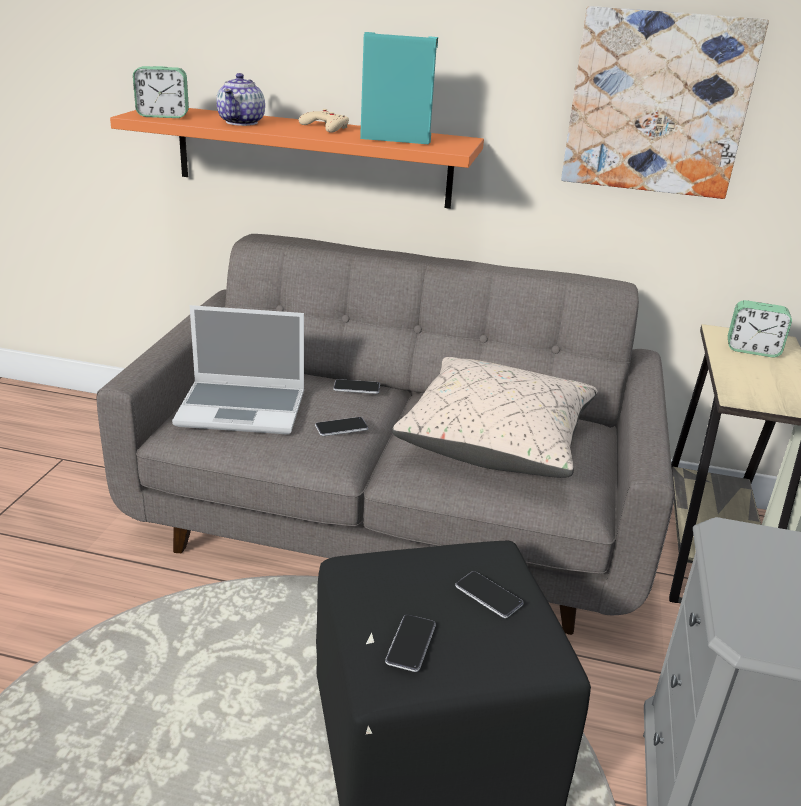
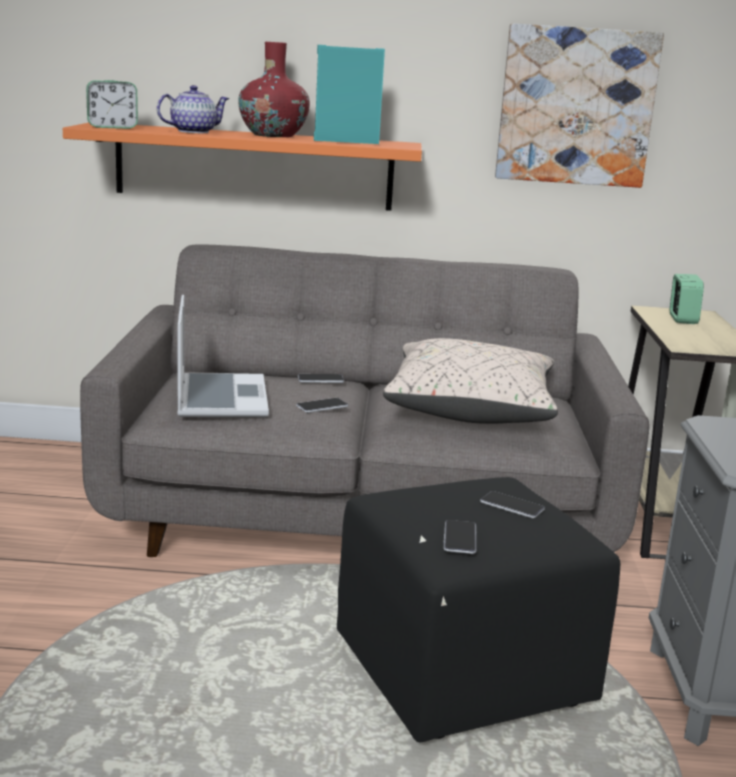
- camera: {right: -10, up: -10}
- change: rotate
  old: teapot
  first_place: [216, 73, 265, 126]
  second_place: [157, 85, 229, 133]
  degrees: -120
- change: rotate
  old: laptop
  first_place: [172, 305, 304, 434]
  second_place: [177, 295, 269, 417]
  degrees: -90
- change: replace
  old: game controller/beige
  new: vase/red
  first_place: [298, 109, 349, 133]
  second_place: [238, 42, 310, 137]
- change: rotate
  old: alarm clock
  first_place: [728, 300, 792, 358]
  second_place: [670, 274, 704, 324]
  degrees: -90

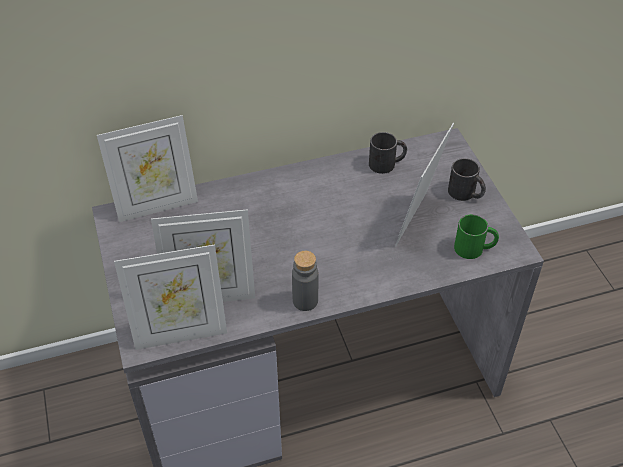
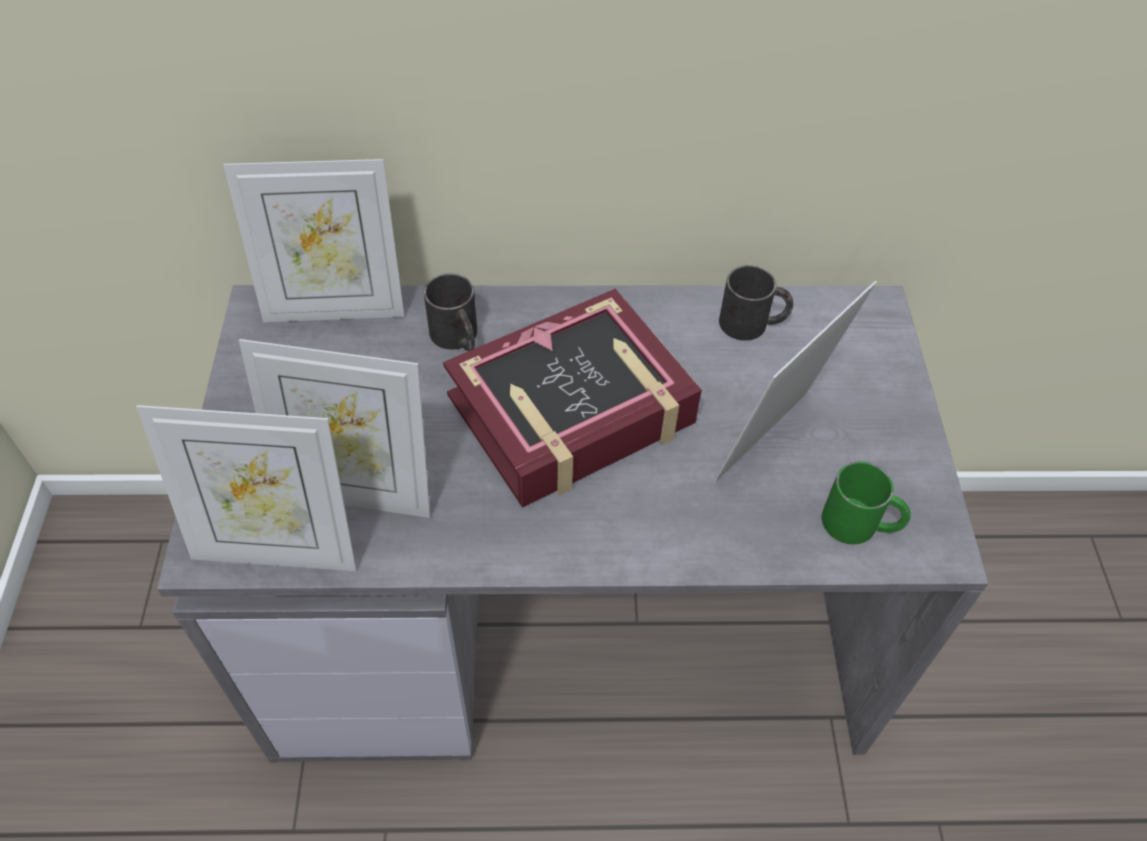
- camera: {right: 15, up: 5}
- change: move
  old: mug/black
  first_place: [448, 158, 486, 201]
  second_place: [424, 273, 477, 351]
- change: insert
  new: book
  second_place: [443, 289, 702, 508]
- change: delete
  old: bottle/grey
  first_place: [292, 251, 319, 311]

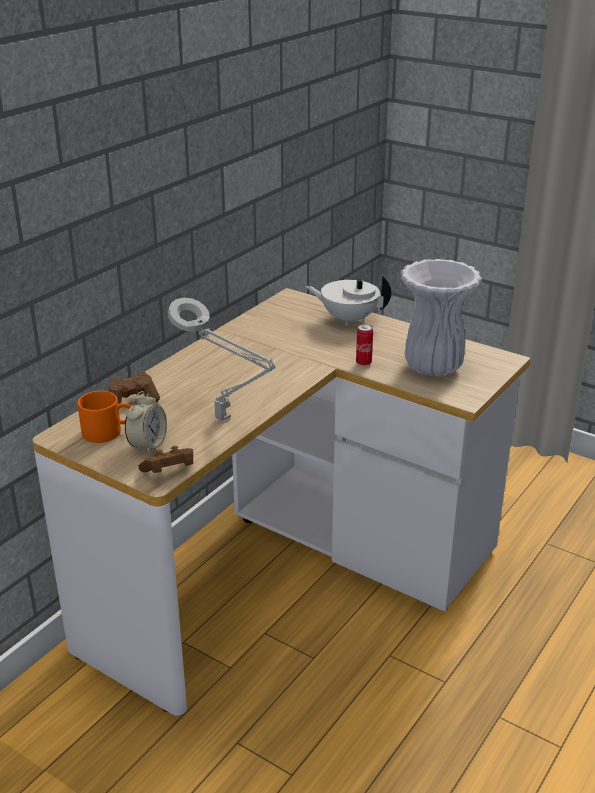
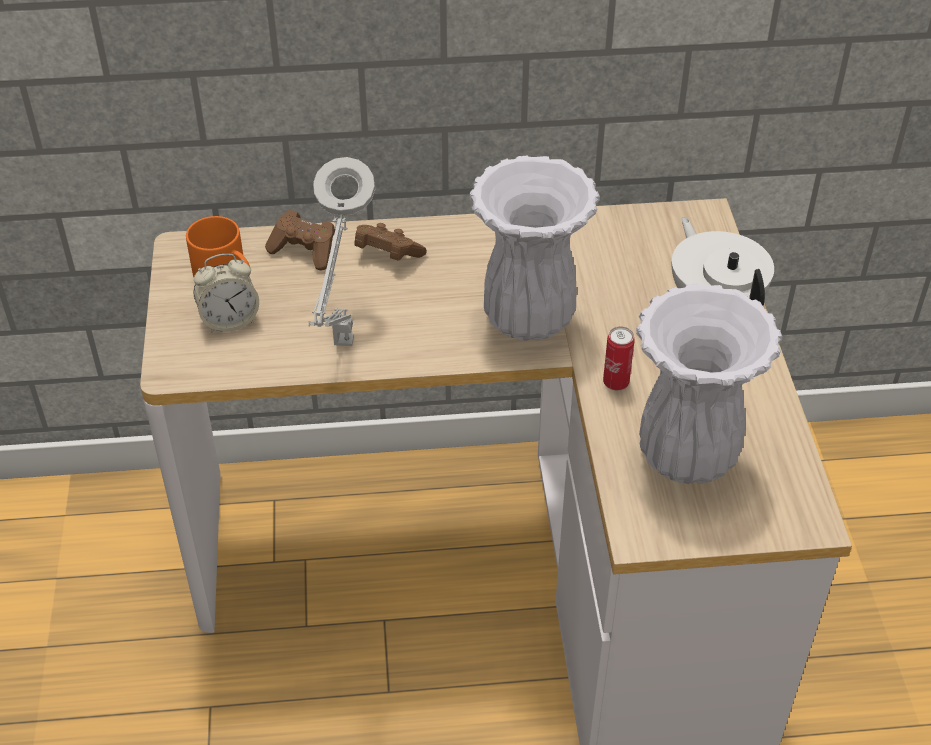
- camera: {right: 50, up: 15}
- change: move
  old: game controller/brown
  first_place: [138, 446, 193, 473]
  second_place: [355, 223, 427, 261]
- change: insert
  new: vase/white
  second_place: [469, 155, 600, 341]

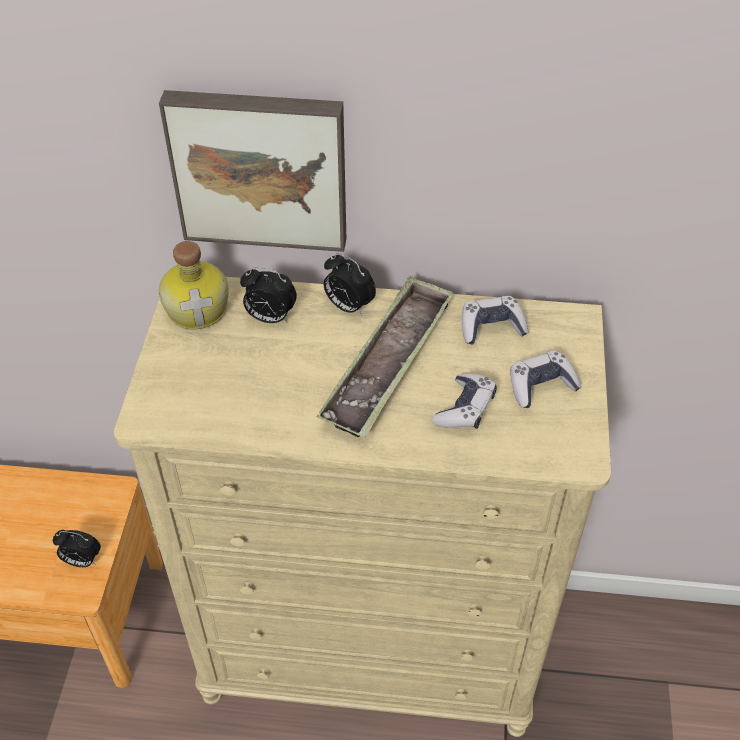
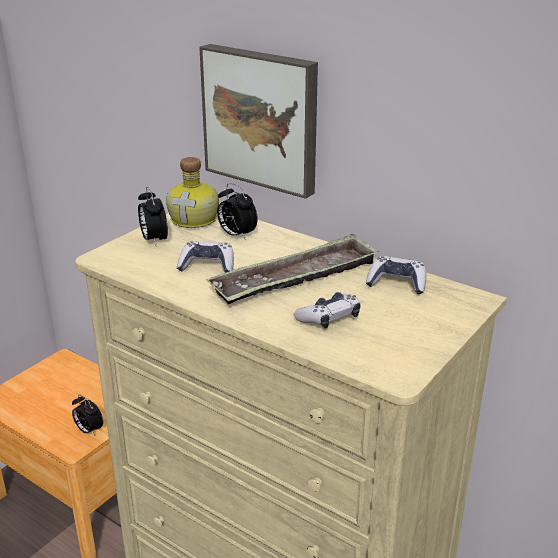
- camera: {right: 30, up: -20}
- change: move
  old: alarm clock
  first_place: [324, 253, 376, 316]
  second_place: [138, 187, 168, 246]
- change: move
  old: game controller
  first_place: [510, 351, 581, 408]
  second_place: [177, 241, 234, 273]

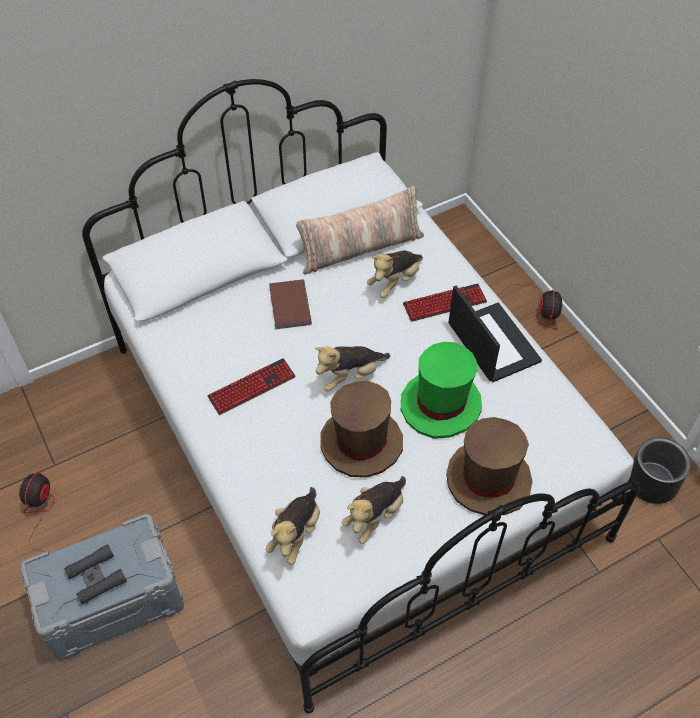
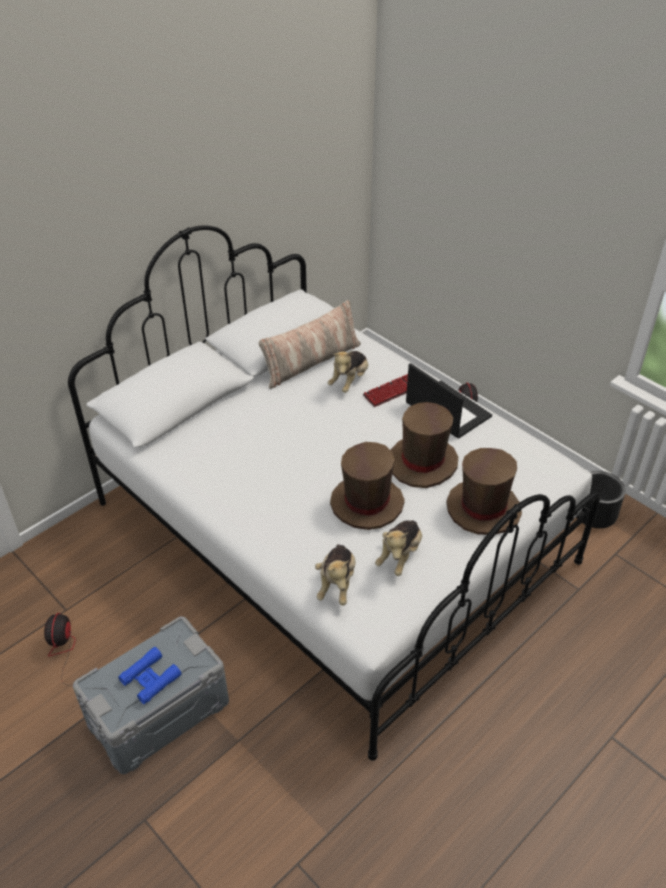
- camera: {right: -15, up: -10}
- change: recolor
  old: binoculars/black
  new: binoculars/blue
  first_place: [64, 544, 127, 605]
  second_place: [118, 647, 181, 704]
- change: recolor
  old: hat/green
  new: hat/brown
  first_place: [401, 342, 482, 439]
  second_place: [391, 402, 458, 488]
- change: delete
  old: keyboard
  first_place: [207, 358, 296, 415]
- change: delete
  old: book/brown
  first_place: [269, 279, 312, 329]
- change: delete
  old: plush toy
  first_place: [315, 346, 390, 391]

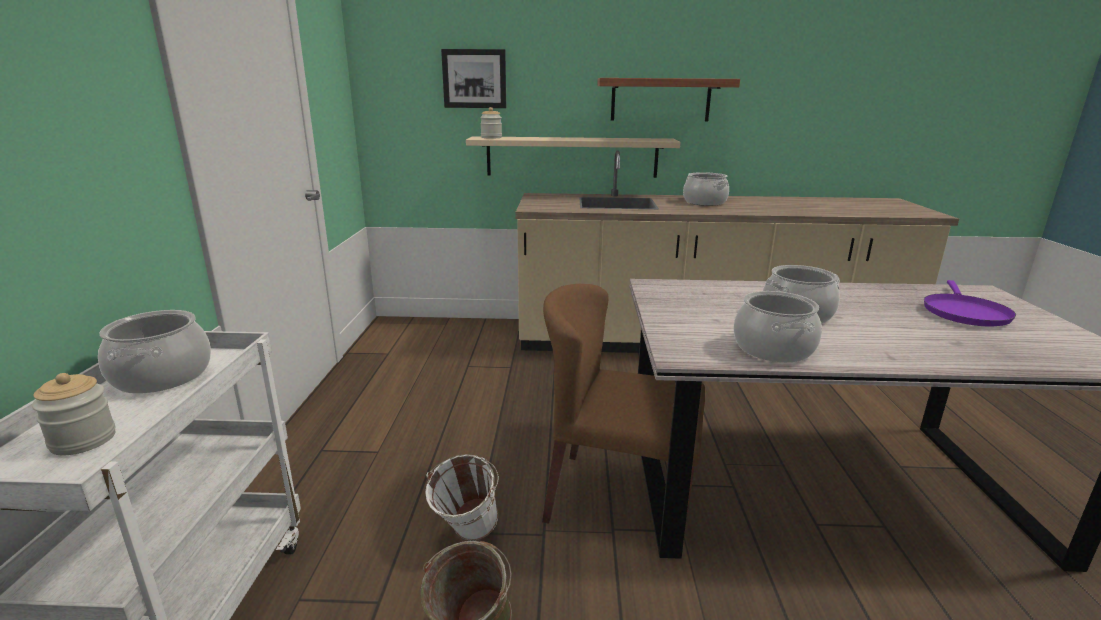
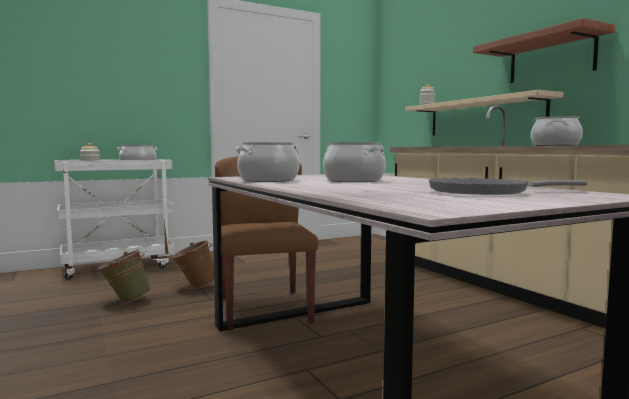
- camera: {right: 60, up: -15}
- change: recolor
  old: bucket/white
  new: bucket/brown
  first_place: [425, 454, 499, 541]
  second_place: [172, 240, 214, 289]
- change: recolor
  old: frying pan/purple
  new: frying pan/grey
  first_place: [924, 280, 1016, 326]
  second_place: [429, 178, 587, 195]
- change: delete
  old: picture
  first_place: [441, 49, 506, 108]

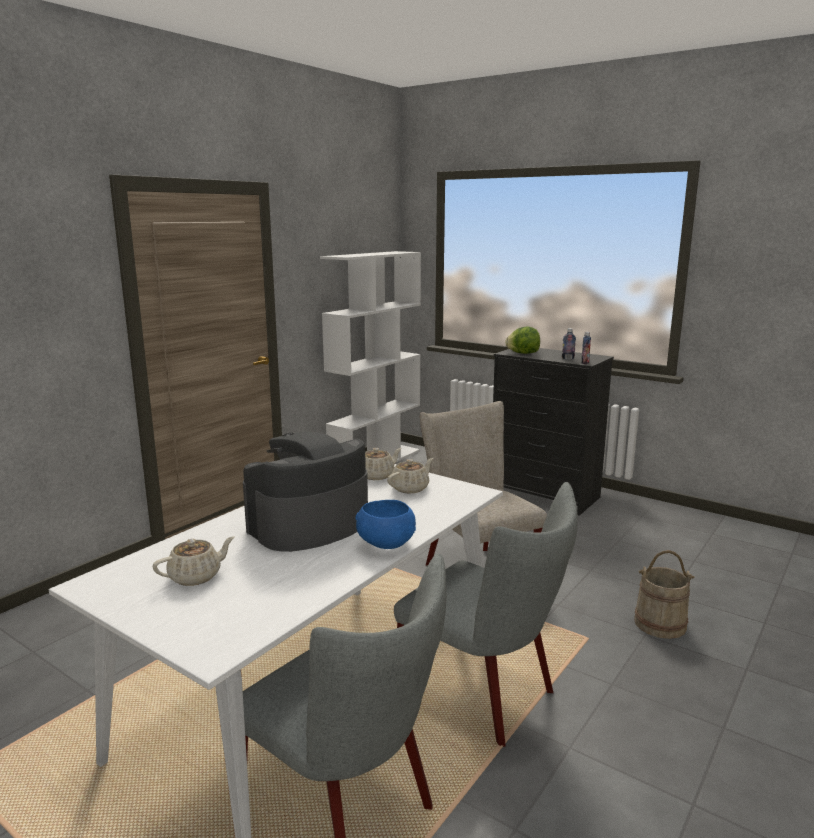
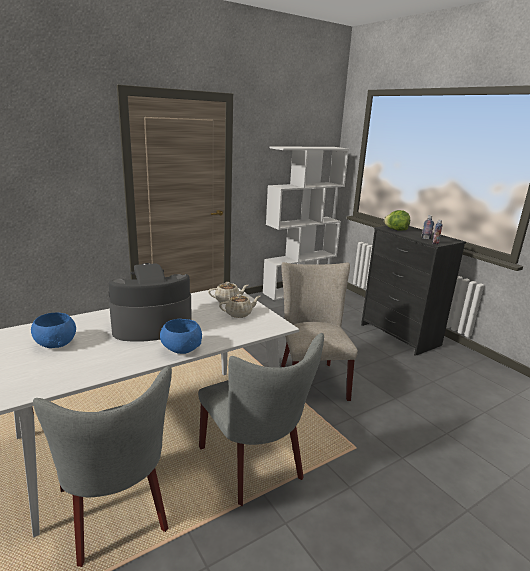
- camera: {right: 20, up: 5}
- change: replace
  old: teapot/beige
  new: bowl/blue
  first_place: [153, 536, 235, 586]
  second_place: [31, 313, 76, 348]
- change: delete
  old: bucket/beige
  first_place: [634, 550, 695, 639]

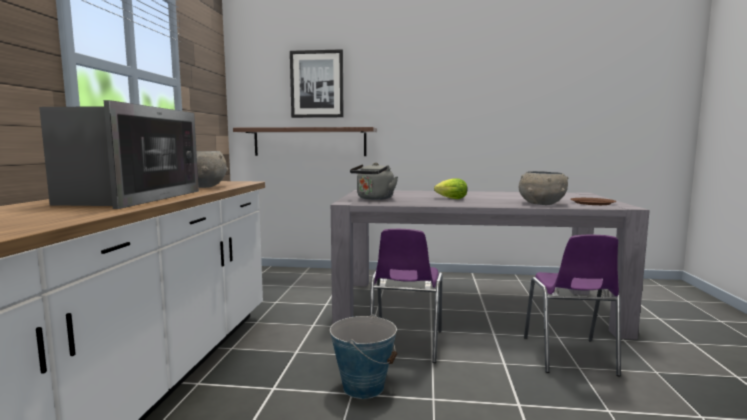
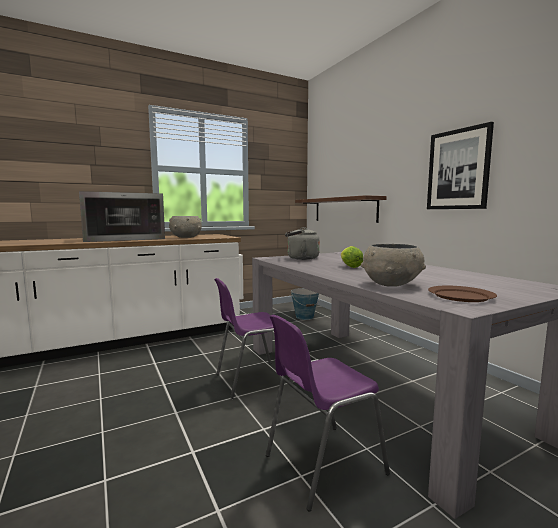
- camera: {right: 55, up: 0}
- change: move
  old: bucket
  first_place: [330, 314, 397, 399]
  second_place: [291, 288, 320, 320]
- change: move
  old: picture
  first_place: [290, 49, 344, 118]
  second_place: [427, 122, 494, 209]

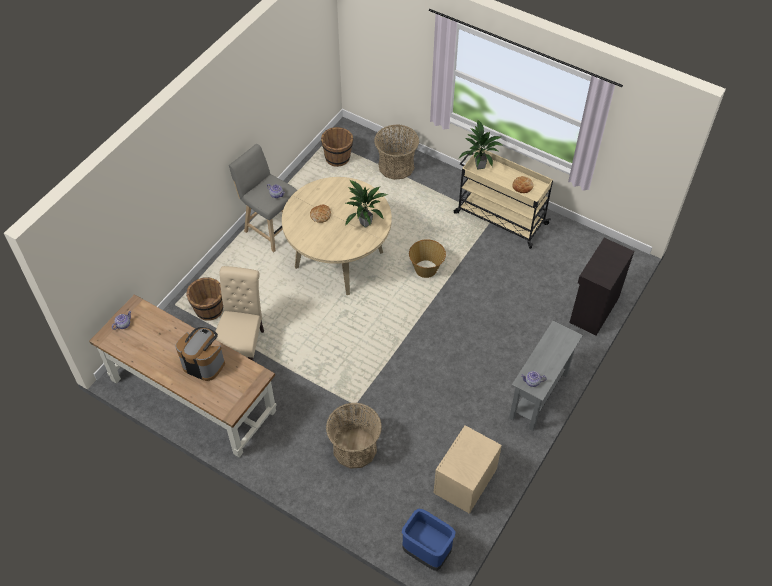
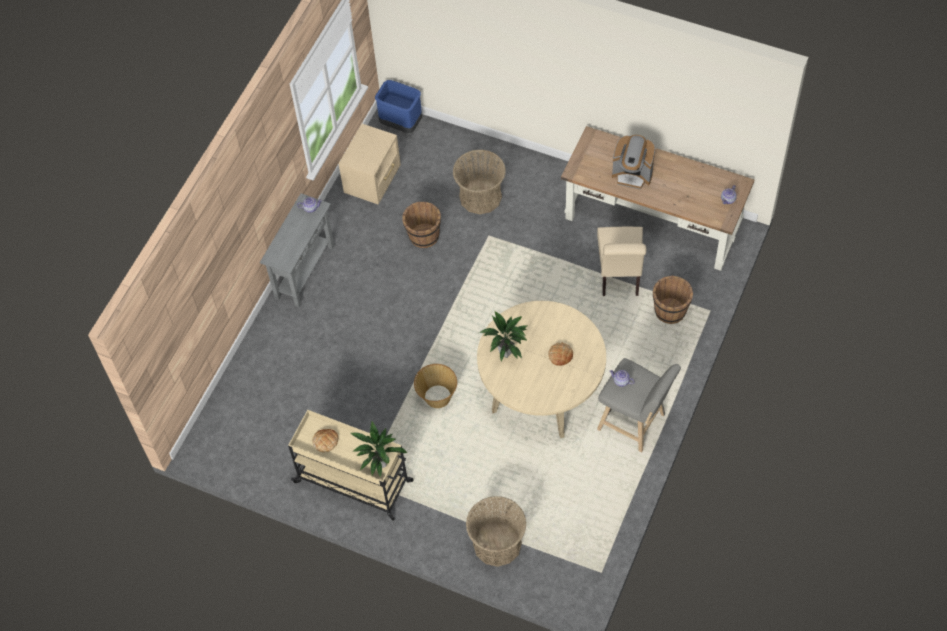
- camera: {right: 175, up: 5}
- change: move
  old: bucket/brown
  first_place: [321, 127, 353, 167]
  second_place: [402, 202, 441, 248]
- change: delete
  old: cabinet/black
  first_place: [569, 238, 634, 335]

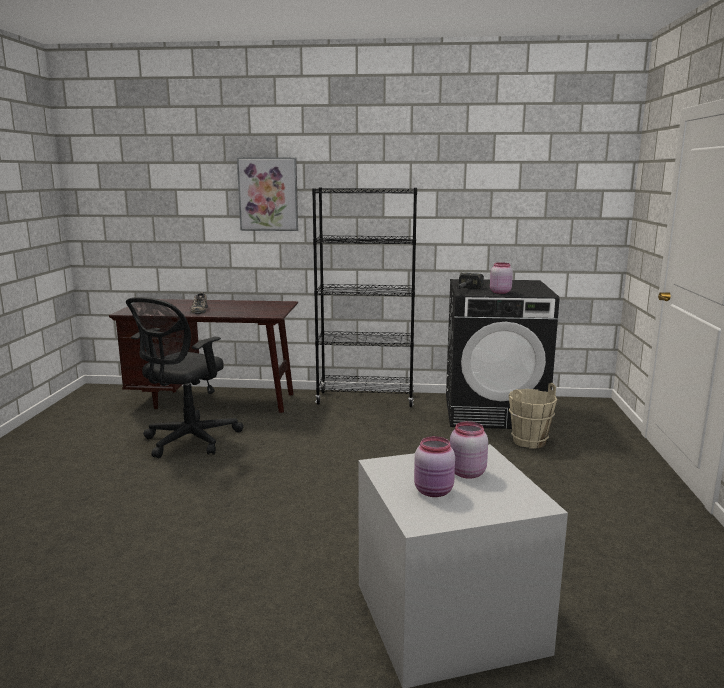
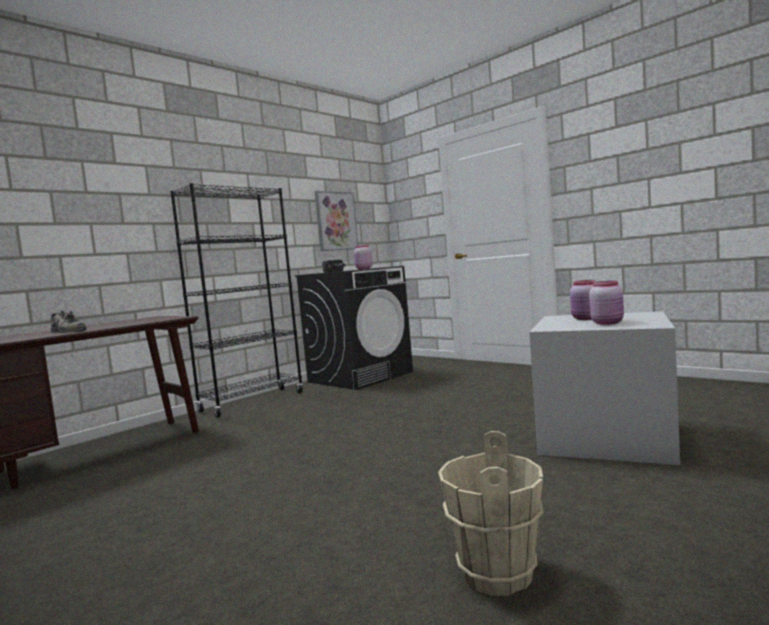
- camera: {right: -50, up: -10}
- change: move
  old: picture
  first_place: [237, 157, 298, 231]
  second_place: [315, 191, 358, 251]
- change: move
  old: bucket/beige
  first_place: [508, 383, 557, 449]
  second_place: [438, 431, 543, 596]
- change: delete
  old: office chair/black
  first_place: [126, 297, 244, 458]

